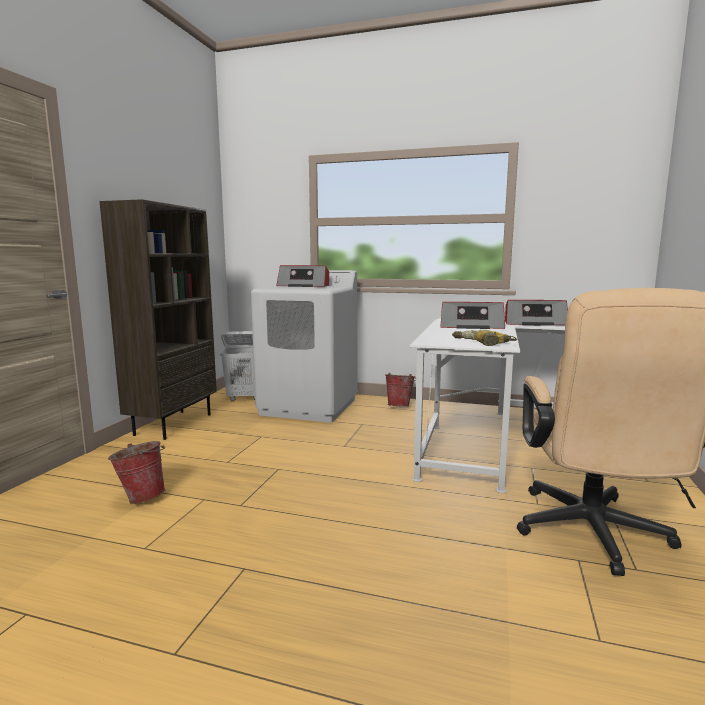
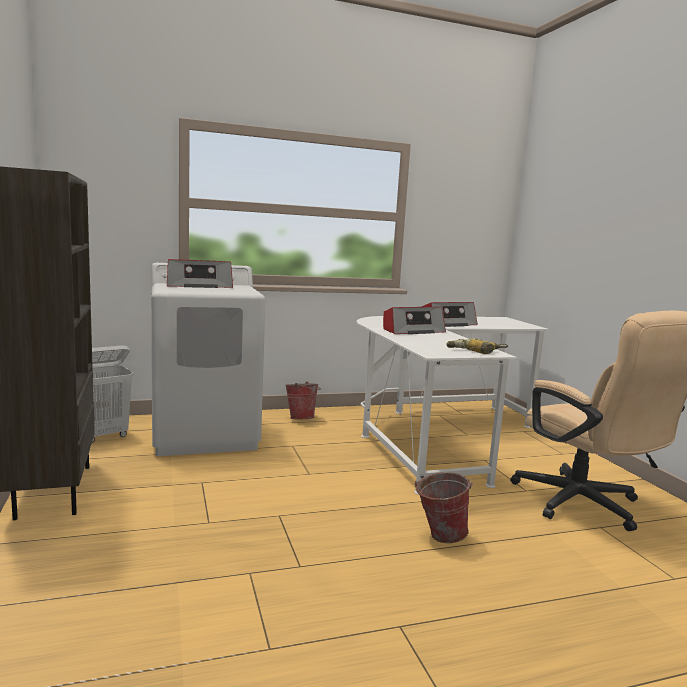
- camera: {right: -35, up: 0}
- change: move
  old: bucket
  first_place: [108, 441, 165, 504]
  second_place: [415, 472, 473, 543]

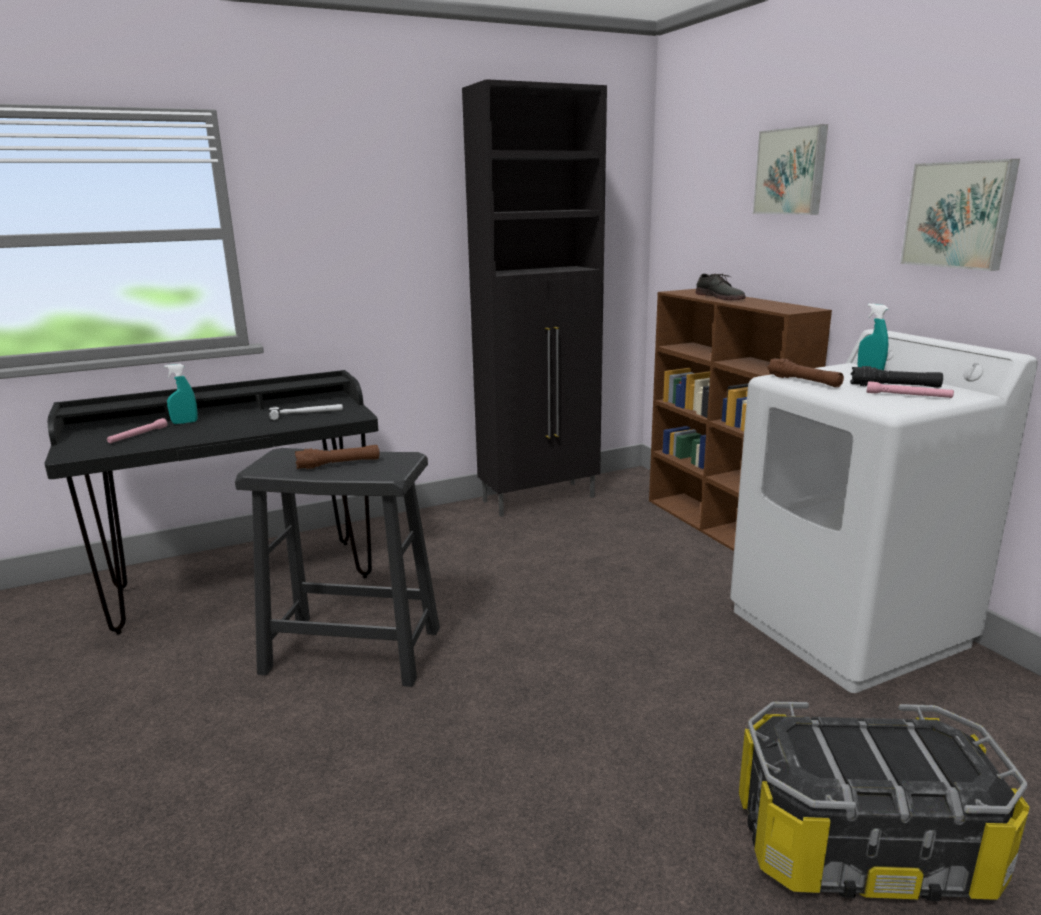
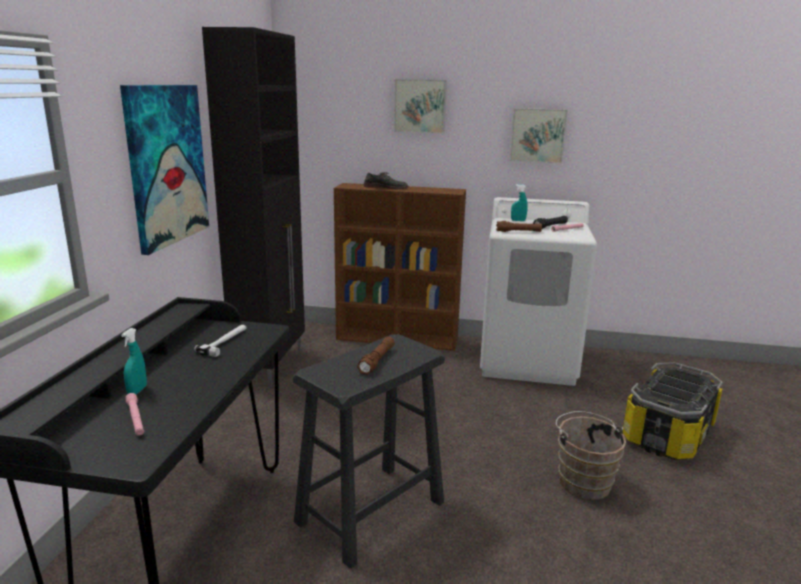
- camera: {right: -55, up: 0}
- change: insert
  new: picture
  second_place: [120, 85, 209, 255]
- change: insert
  new: bucket/brown
  second_place: [556, 411, 626, 500]

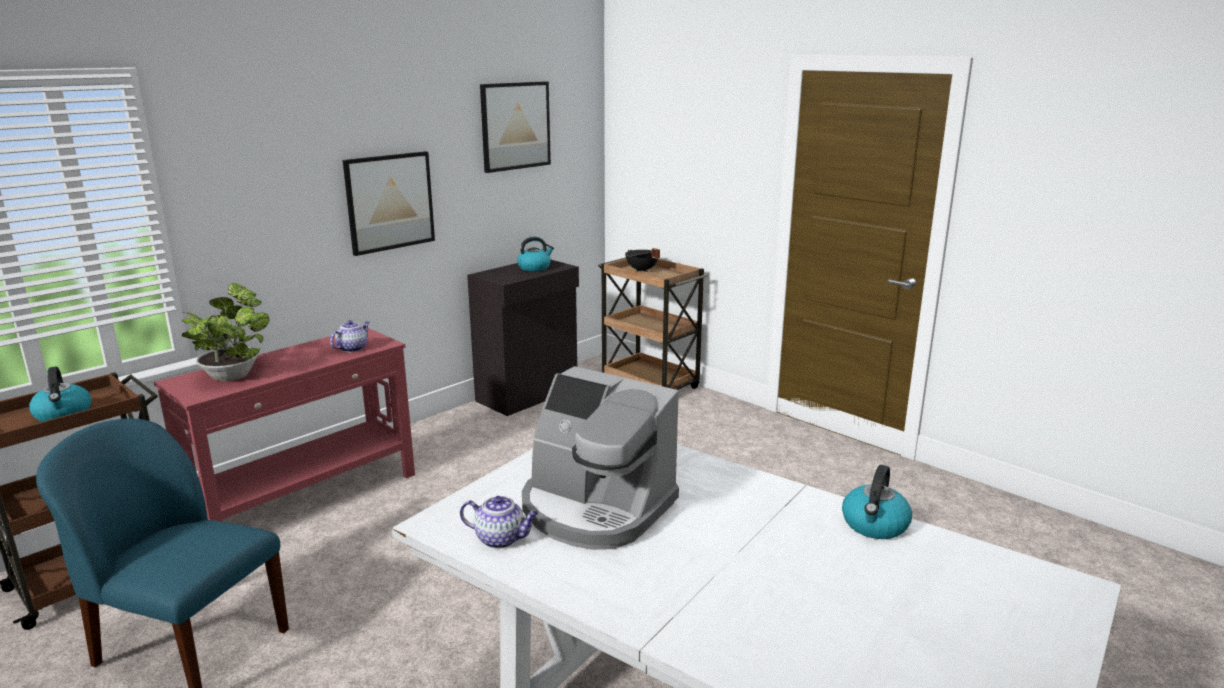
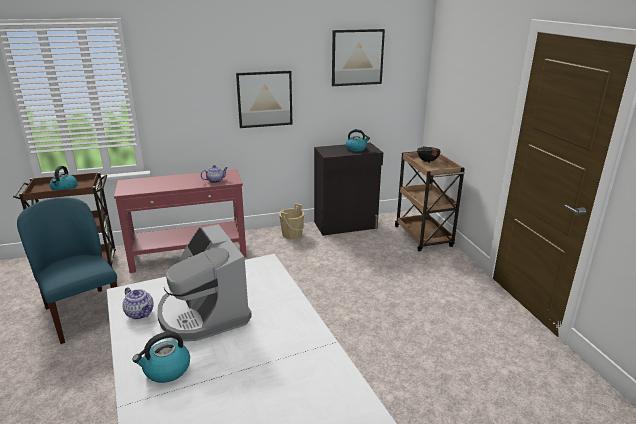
- camera: {right: 30, up: 5}
- change: move
  old: kettle
  first_place: [842, 465, 912, 539]
  second_place: [132, 331, 190, 383]
- change: insert
  new: bucket/beige
  second_place: [279, 203, 304, 239]
- change: delete
  old: potted plant
  first_place: [181, 283, 270, 381]

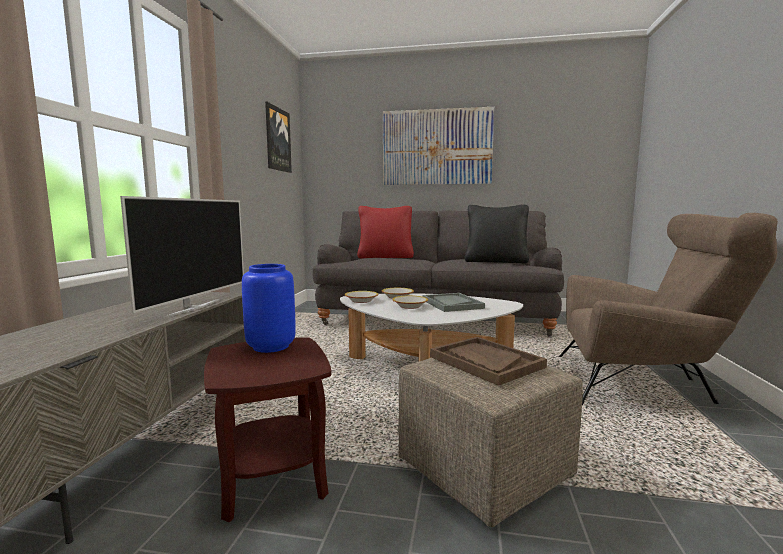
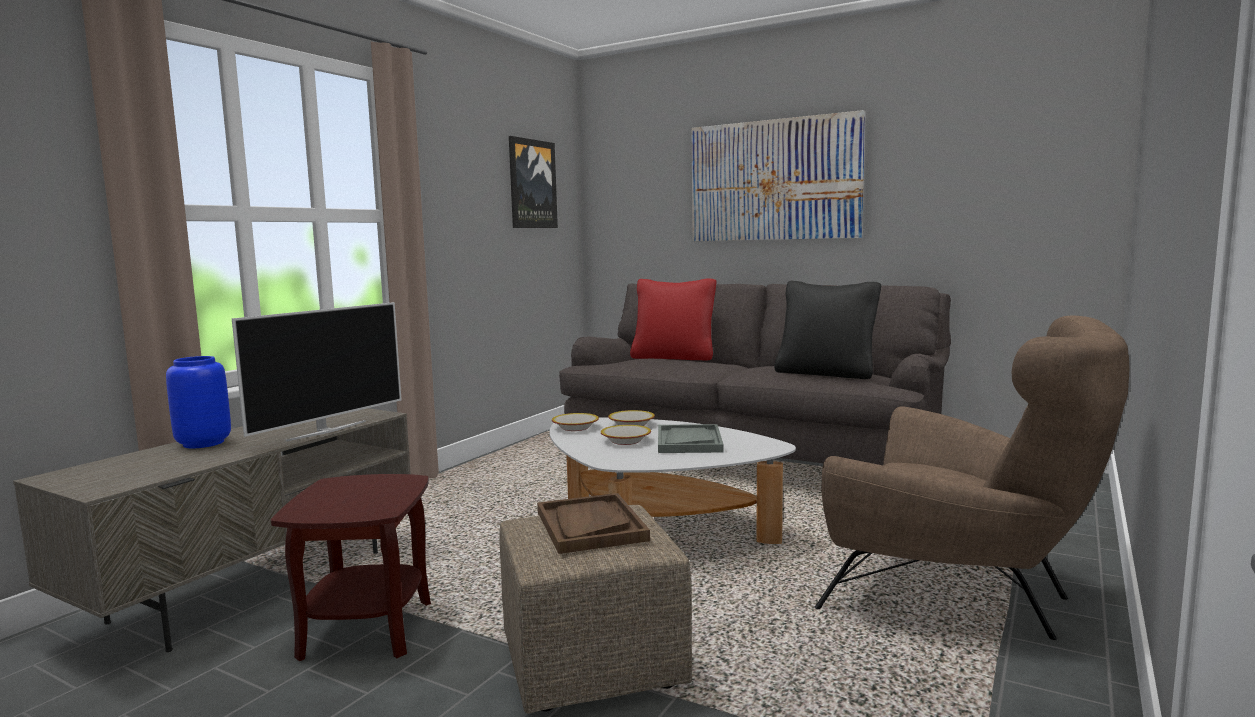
- camera: {right: 20, up: 0}
- change: move
  old: vase/blue
  first_place: [242, 264, 296, 353]
  second_place: [166, 356, 231, 448]

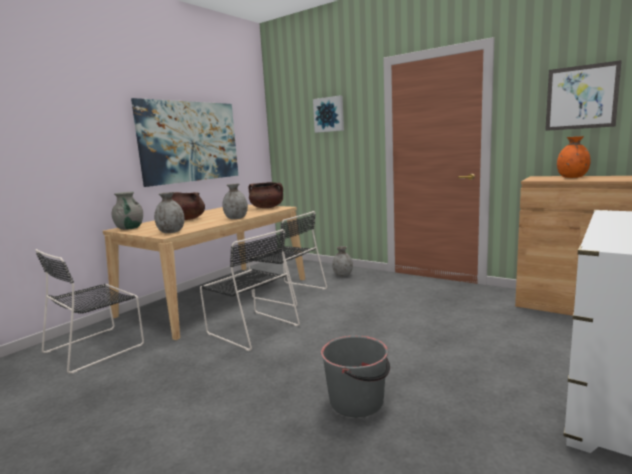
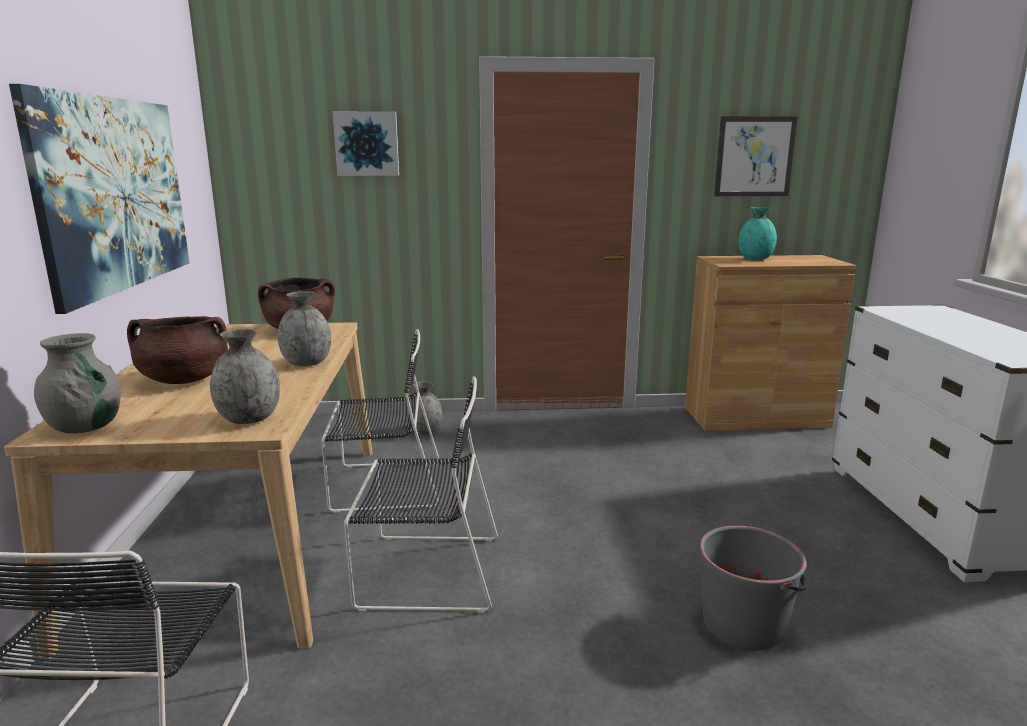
- camera: {right: -40, up: 5}
- change: recolor
  old: vase/orange
  new: vase/turquoise
  first_place: [557, 136, 591, 178]
  second_place: [738, 207, 777, 260]

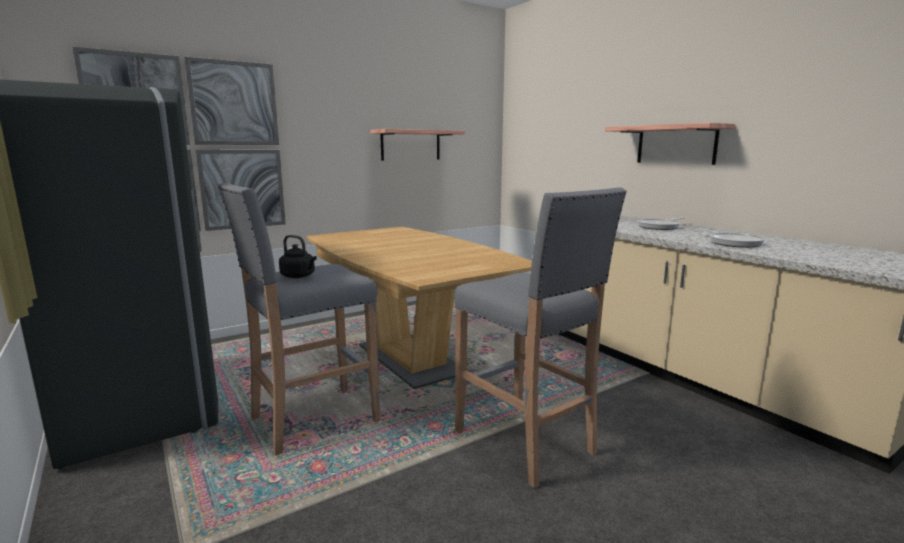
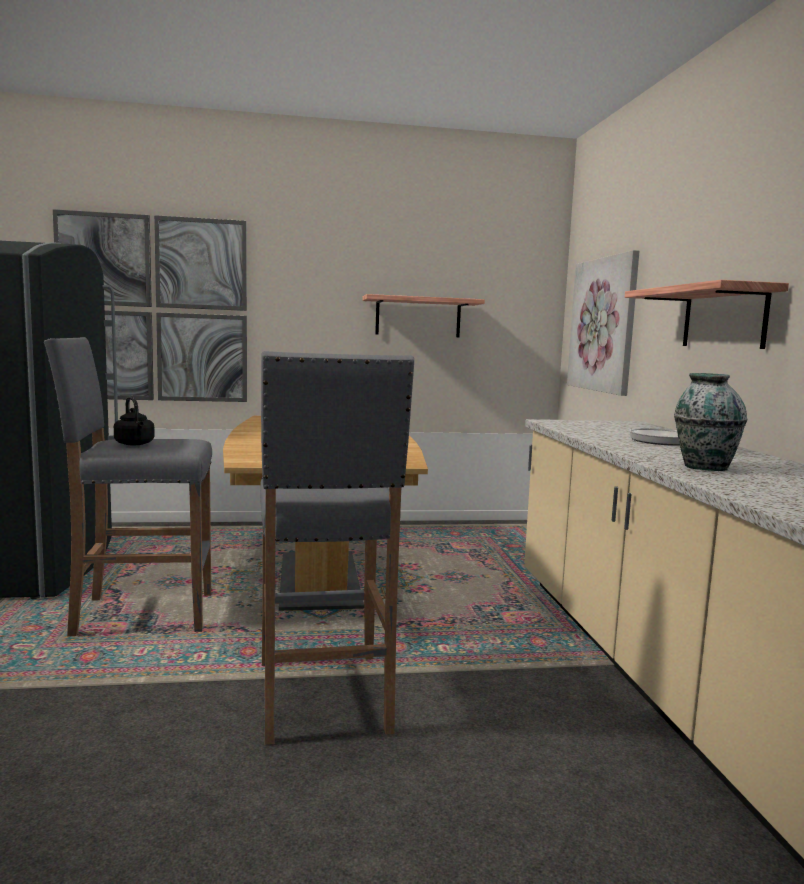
- camera: {right: 25, up: -5}
- change: insert
  new: picture
  second_place: [567, 250, 639, 396]
- change: replace
  old: frying pan
  new: vase
  first_place: [696, 228, 765, 248]
  second_place: [674, 373, 747, 471]

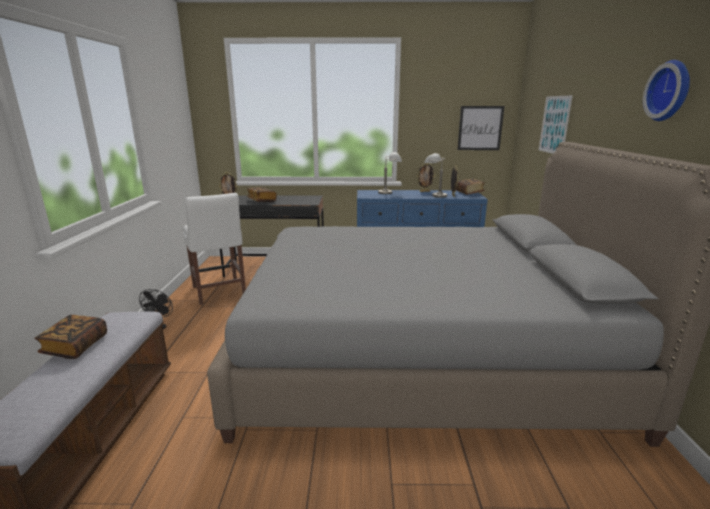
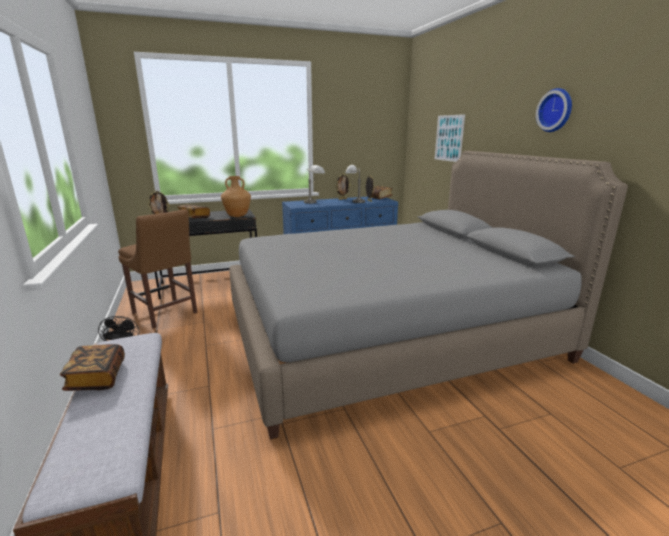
- camera: {right: -20, up: 0}
- change: recolor
  old: chair/white
  new: chair/brown
  first_place: [183, 193, 246, 305]
  second_place: [118, 209, 198, 328]
- change: insert
  new: vase/brown
  second_place: [221, 176, 251, 217]
- change: delete
  old: picture
  first_place: [457, 106, 505, 150]

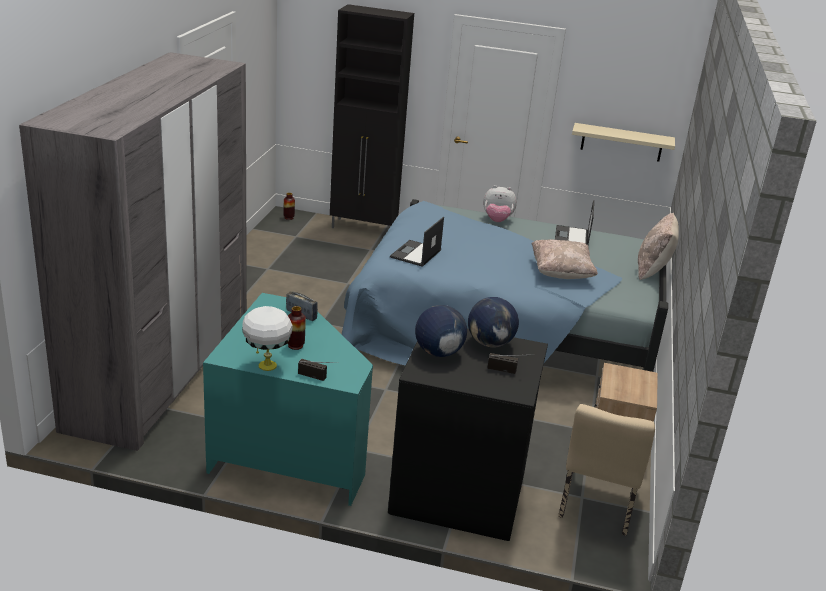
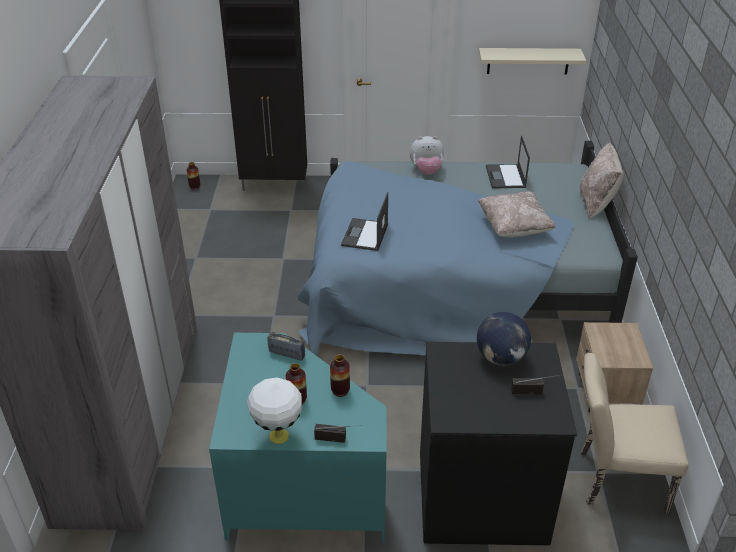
- camera: {right: -10, up: 10}
- change: insert
  new: vase
  second_place: [330, 354, 350, 397]
- change: rotate
  old: chair/beige
  first_place: [558, 404, 655, 535]
  second_place: [581, 353, 689, 513]
  degrees: 90
- change: delete
  old: globe
  first_place: [415, 305, 467, 357]

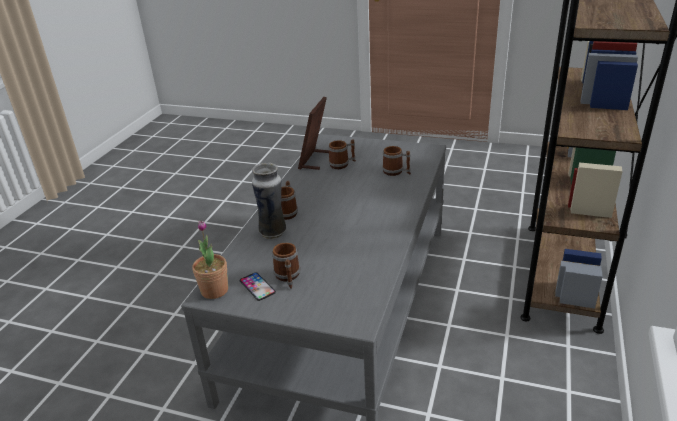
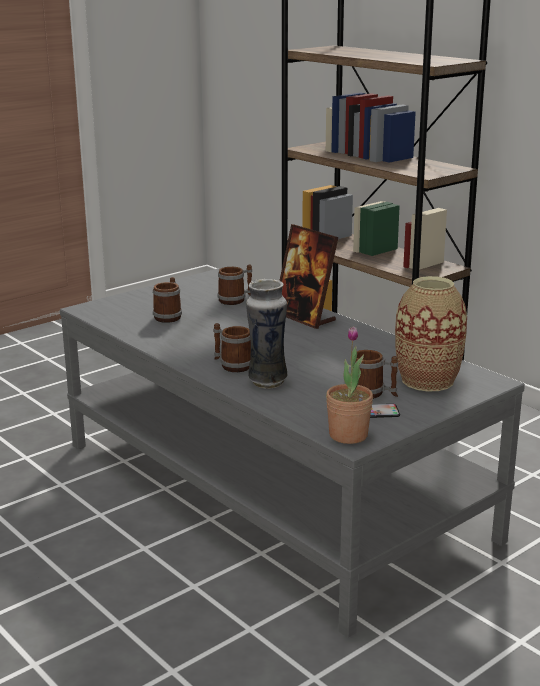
- camera: {right: -60, up: -10}
- change: move
  old: picture frame
  first_place: [298, 97, 329, 170]
  second_place: [279, 224, 339, 329]
- change: insert
  new: vase
  second_place: [395, 276, 467, 391]

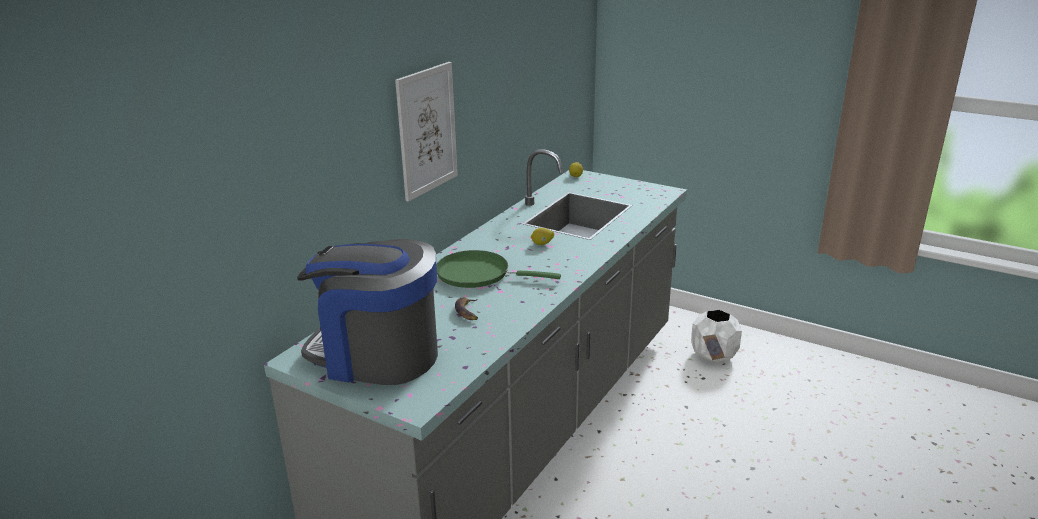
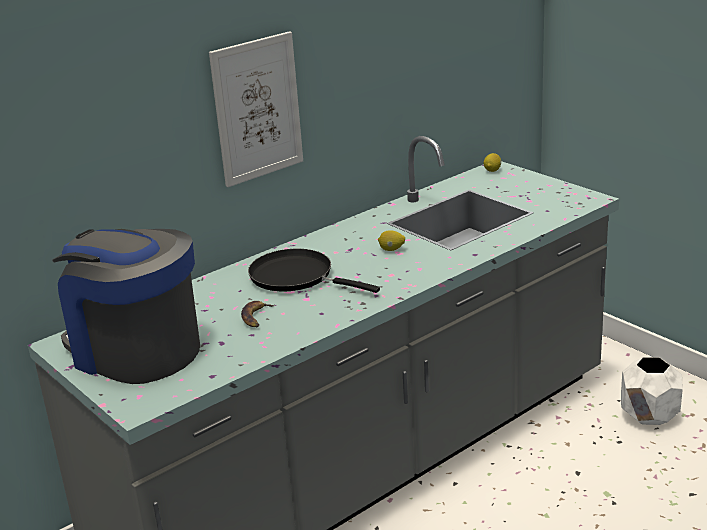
- camera: {right: 20, up: 0}
- change: recolor
  old: frying pan/green
  new: frying pan/black
  first_place: [437, 250, 561, 288]
  second_place: [248, 249, 380, 293]

